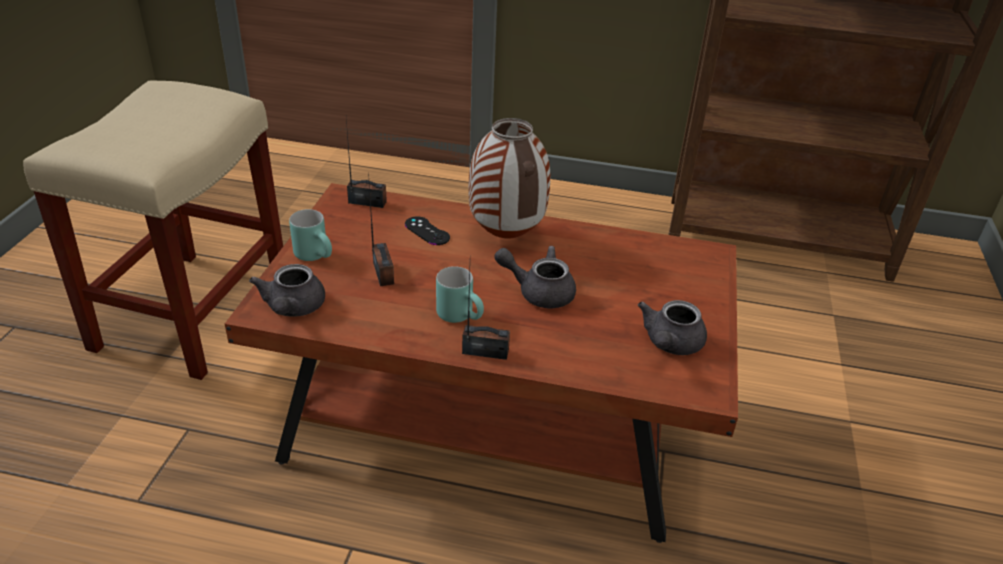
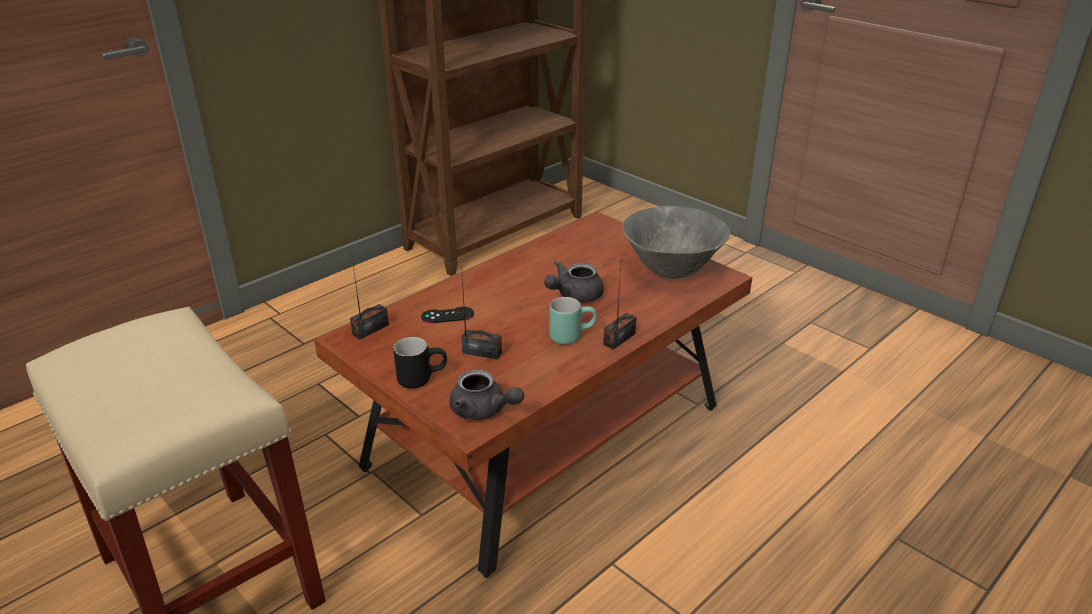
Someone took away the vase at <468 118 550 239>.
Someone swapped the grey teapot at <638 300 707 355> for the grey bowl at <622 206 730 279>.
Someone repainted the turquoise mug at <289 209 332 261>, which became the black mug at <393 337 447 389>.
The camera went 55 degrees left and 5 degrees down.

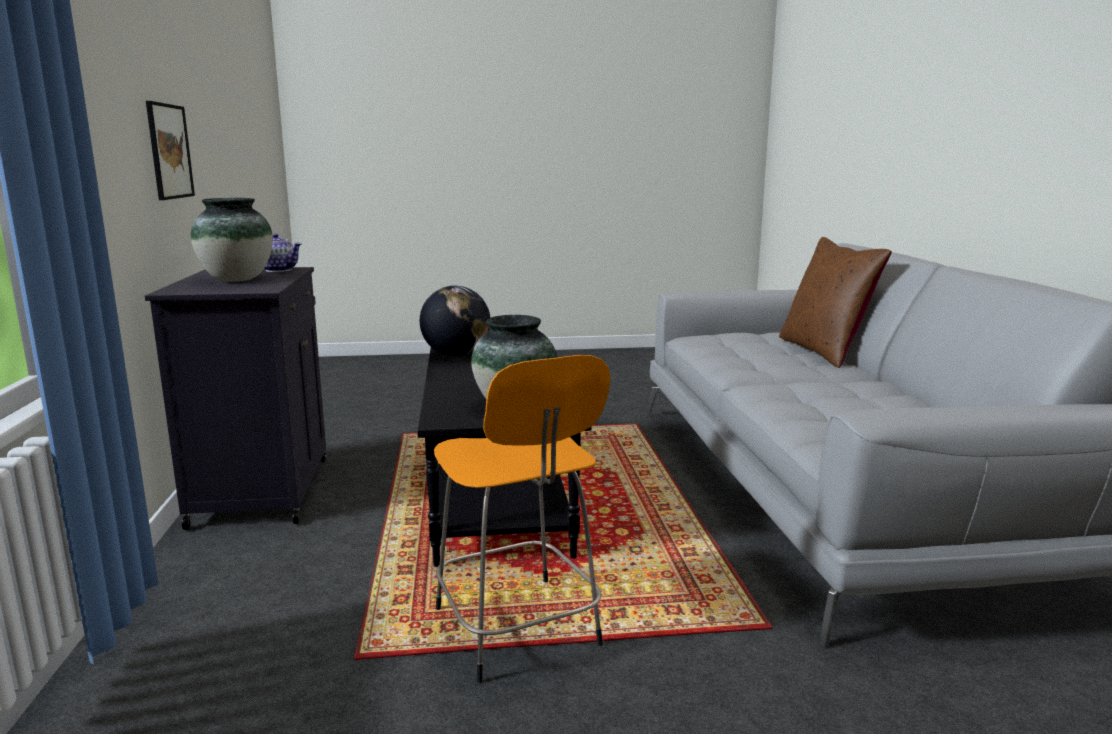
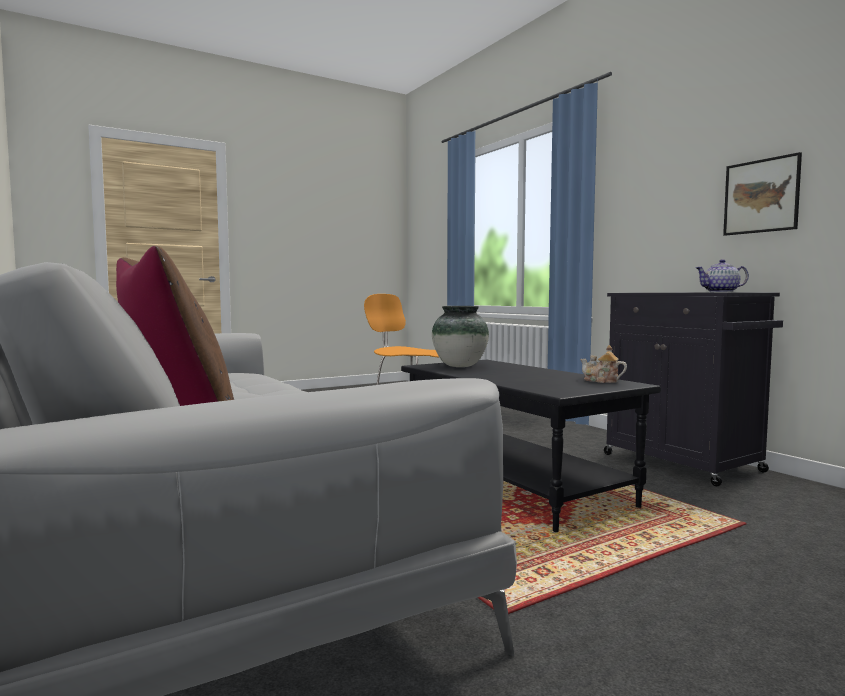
Someone took away the vase at <191 198 273 282>.
Someone swapped the globe at <420 286 490 357> for the teapot at <580 345 627 383>.
The camera went 155 degrees right and 10 degrees down.

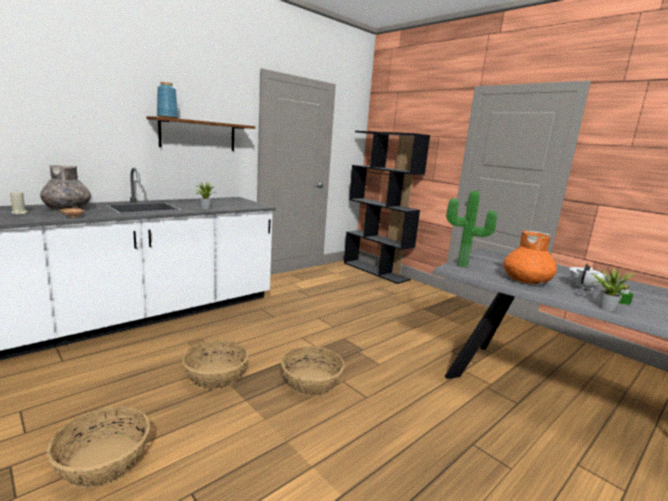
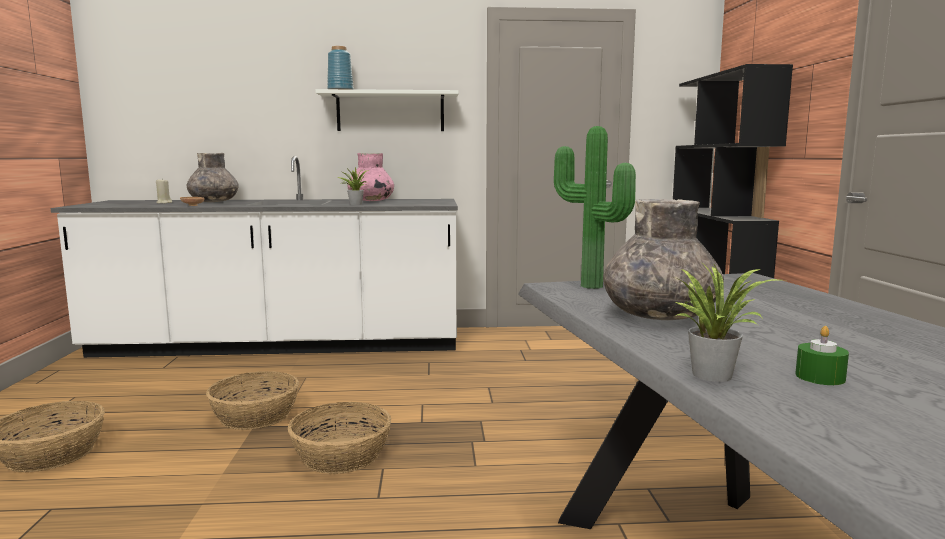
Someone took away the white teapot at <569 264 606 290>.
Someone put down the pink vase at <347 153 394 201>.
Someone repainted the brown shelf at <146 116 255 151>, which became the white shelf at <316 89 459 131>.
Someone repainted the orange vase at <503 231 557 284>, which became the grey vase at <603 199 724 320>.
The camera went 40 degrees right and 5 degrees down.

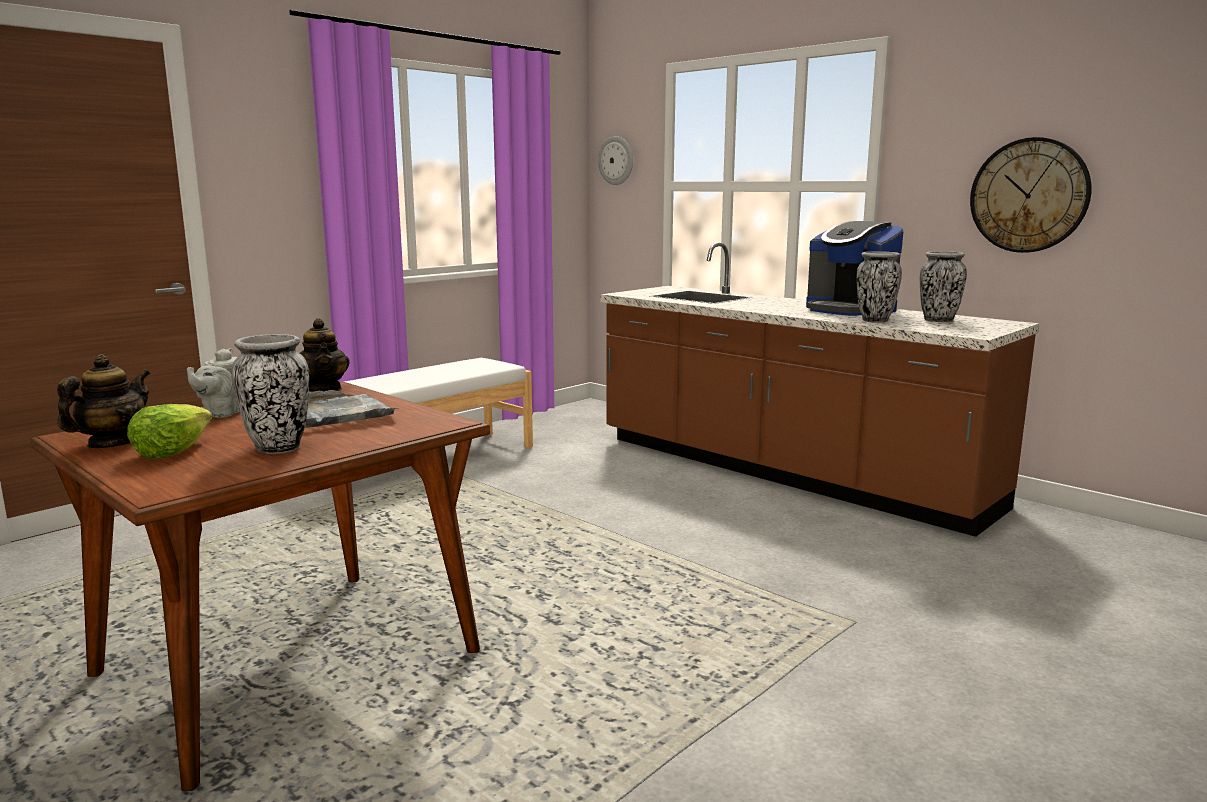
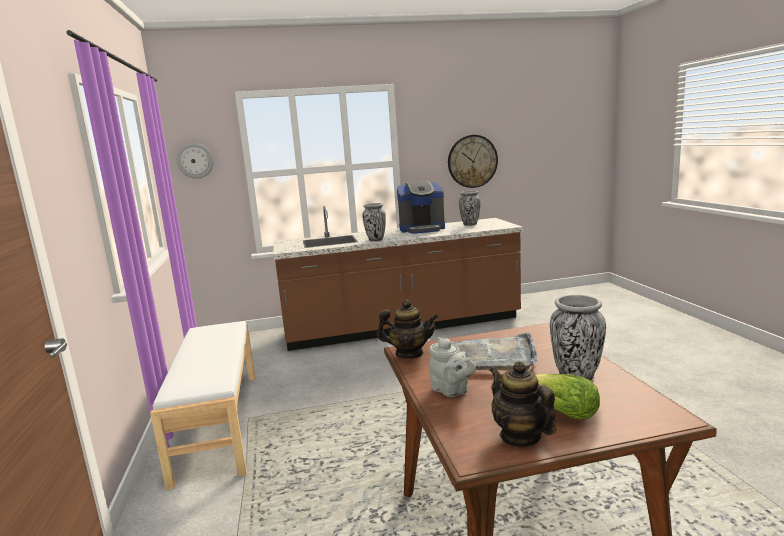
Someone carried the vase from <856 251 902 323> to <362 203 386 242>.
The camera went 55 degrees left and 0 degrees up.

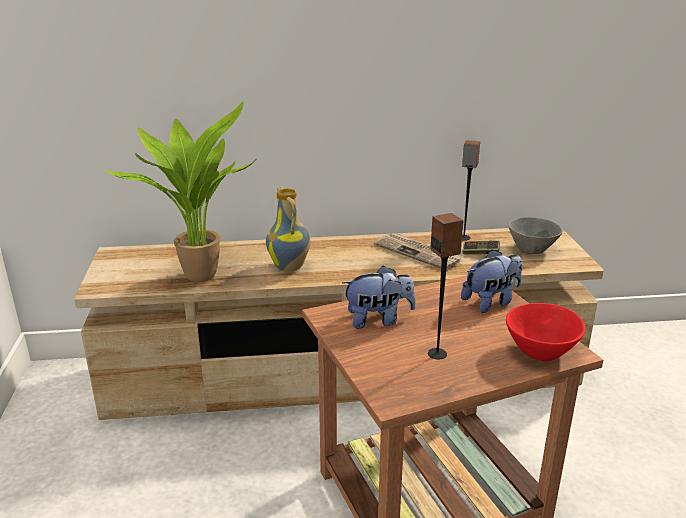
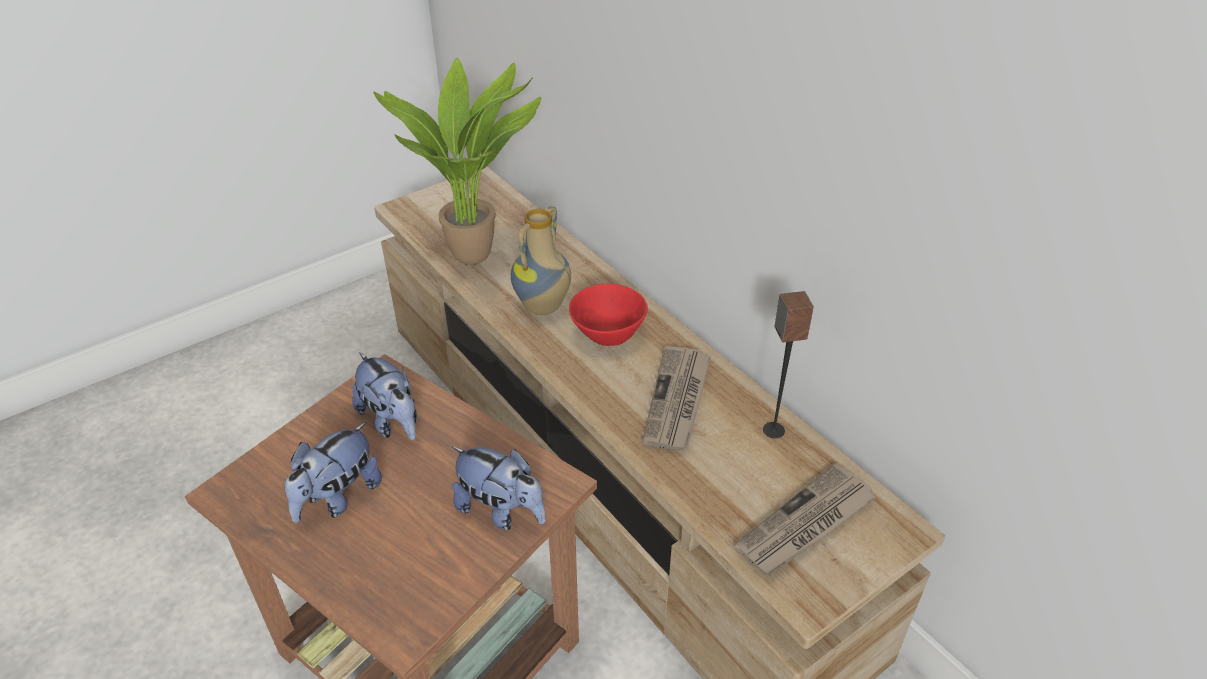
Someone took away the game controller at <463 241 500 254>.
Someone carried the red bowl from <506 303 585 361> to <569 284 648 346>.
Someone swapped the speaker at <428 213 464 359> for the plush toy at <284 423 382 523>.
Someone swapped the grey bowl at <508 217 563 254> for the newspaper at <734 463 876 576>.
The camera went 60 degrees right and 15 degrees up.

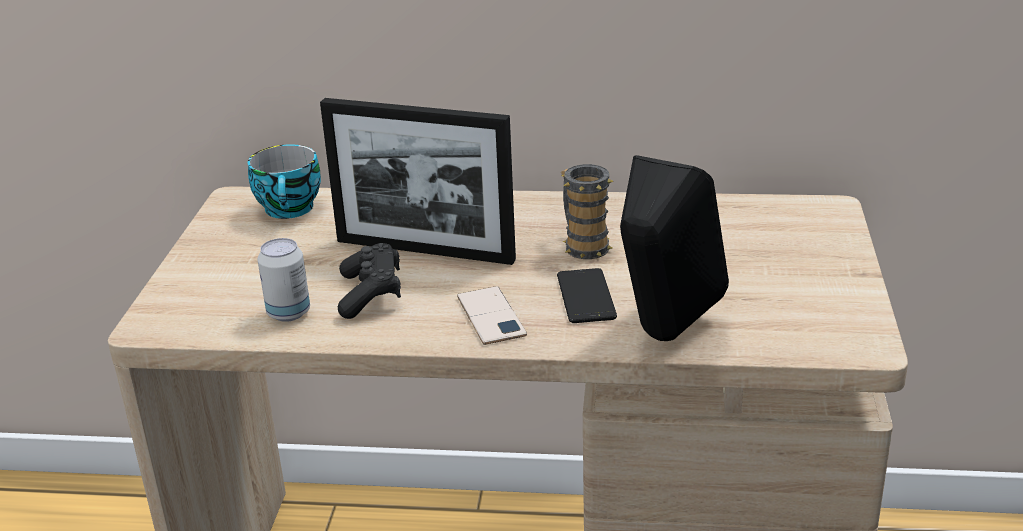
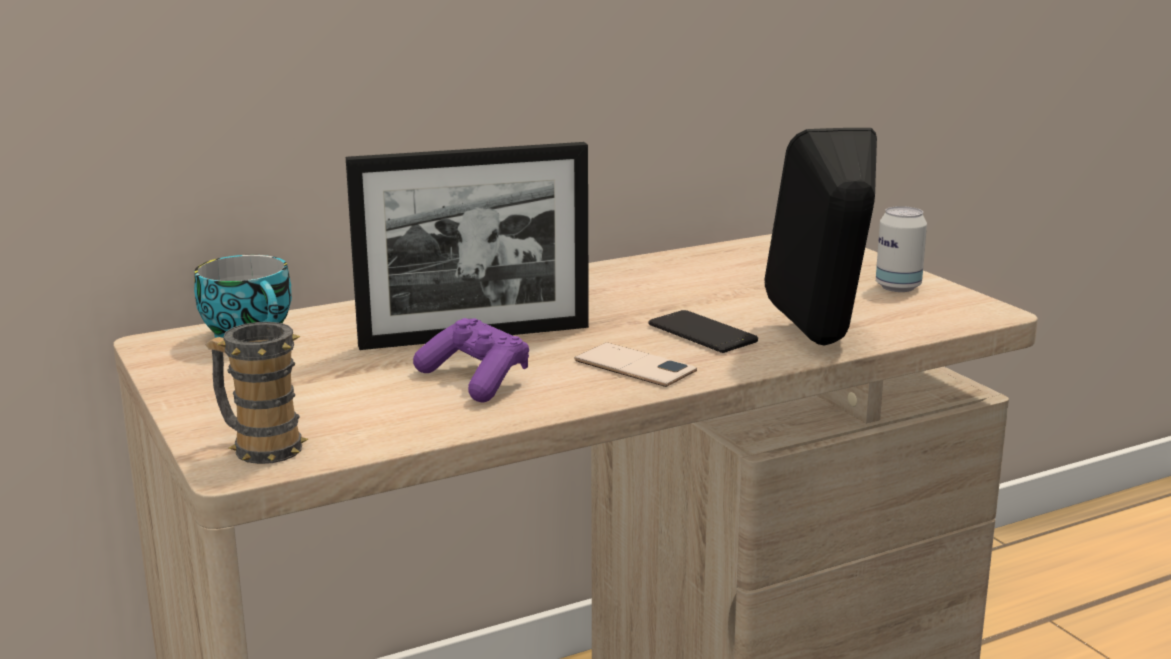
Someone carried the can from <257 238 310 322> to <876 206 927 292>.
Someone carried the mug from <561 164 614 259> to <205 322 308 464>.
Someone repainted the black game controller at <338 243 401 319>, which became the purple game controller at <413 318 529 402>.
The camera went 35 degrees left and 10 degrees down.

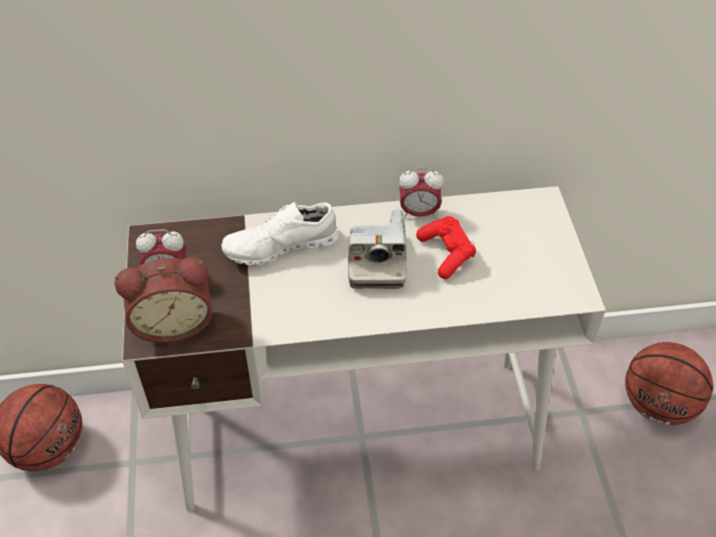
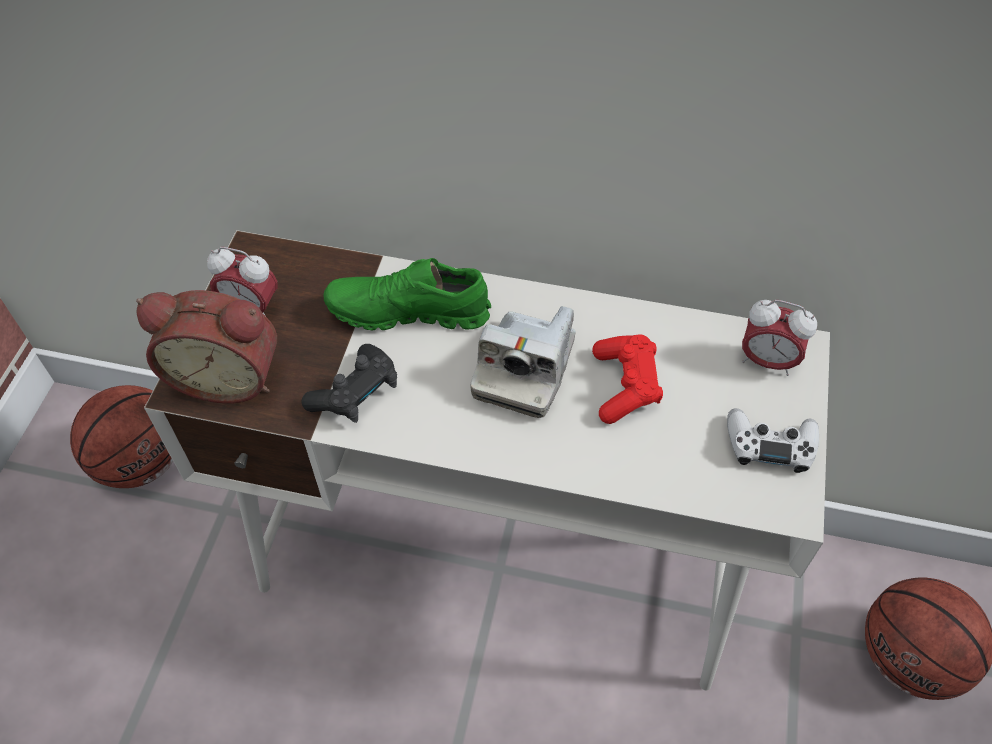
Someone put down the black game controller at <302 344 397 423>.
Someone put down the white game controller at <727 408 819 473>.
Someone carried the alarm clock from <399 168 444 219> to <742 300 817 376>.
Someone repainted the white shoe at <221 202 339 265>, which became the green shoe at <323 258 491 330>.
The camera went 20 degrees right and 5 degrees up.

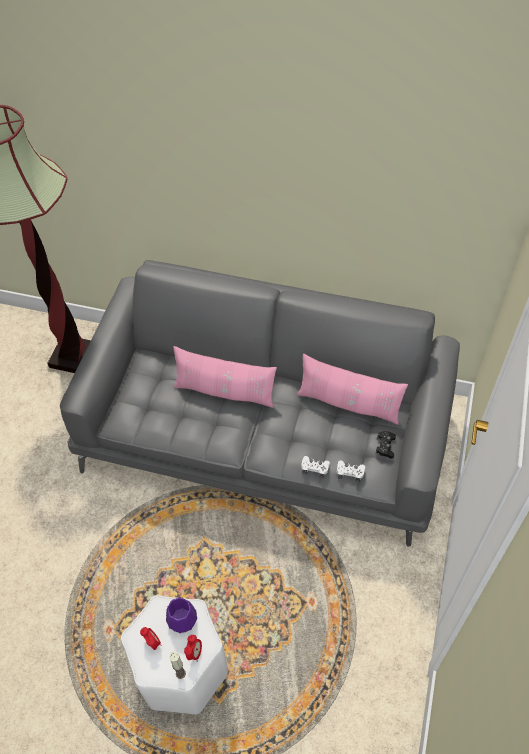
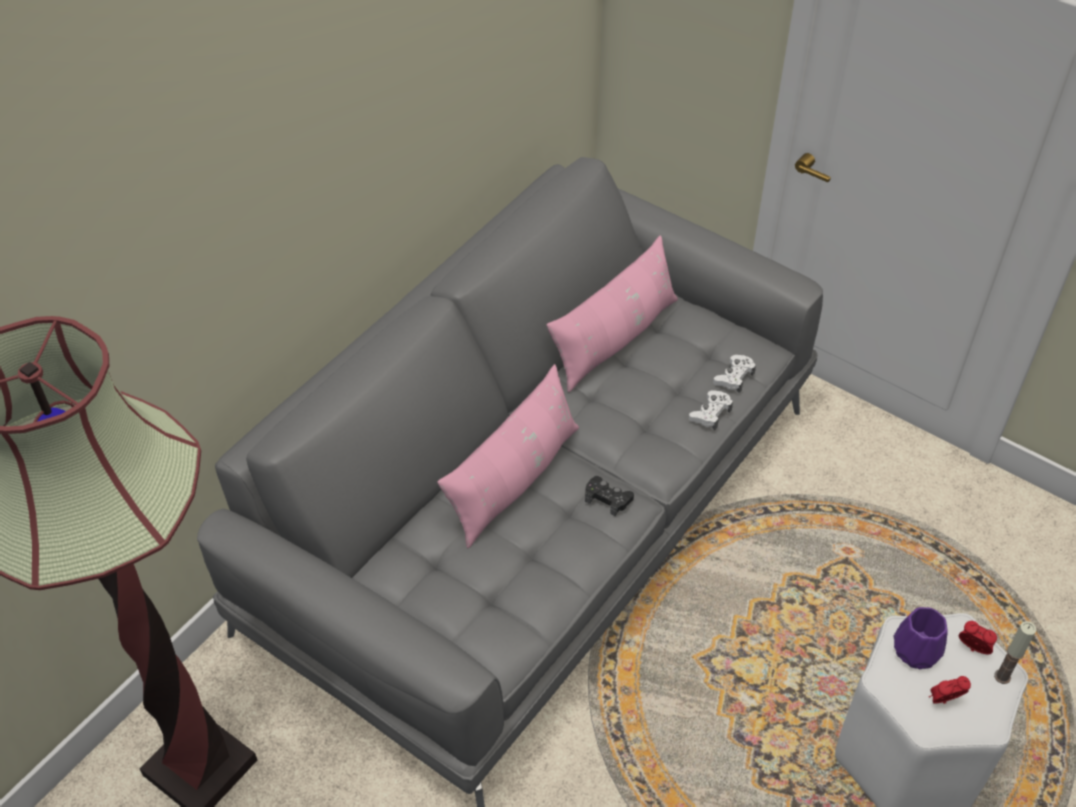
Someone carried the black game controller from <376 431 396 458> to <585 476 634 516>.
The camera went 70 degrees left and 5 degrees down.

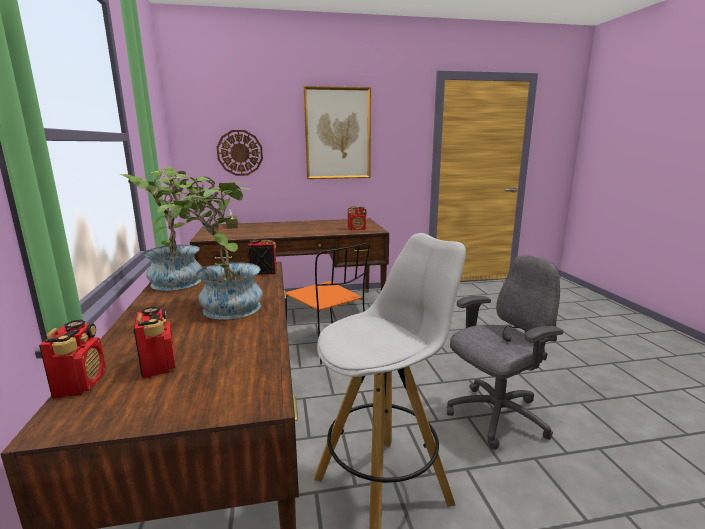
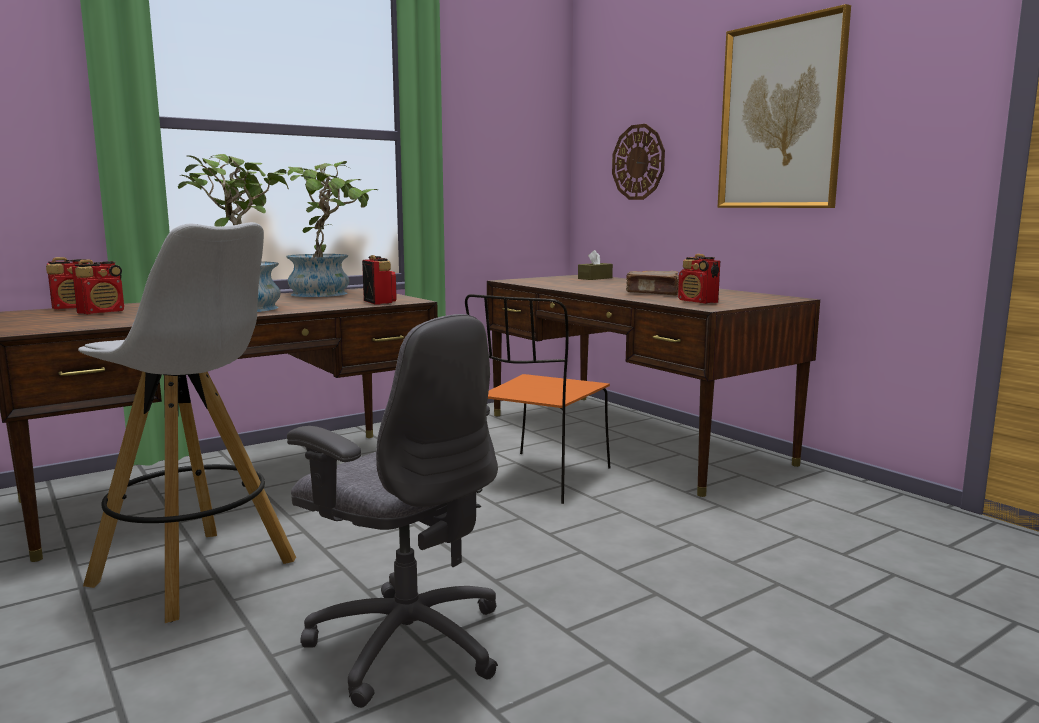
Someone put down the brown book at <626 271 679 296>.
The camera went 65 degrees right and 5 degrees down.

